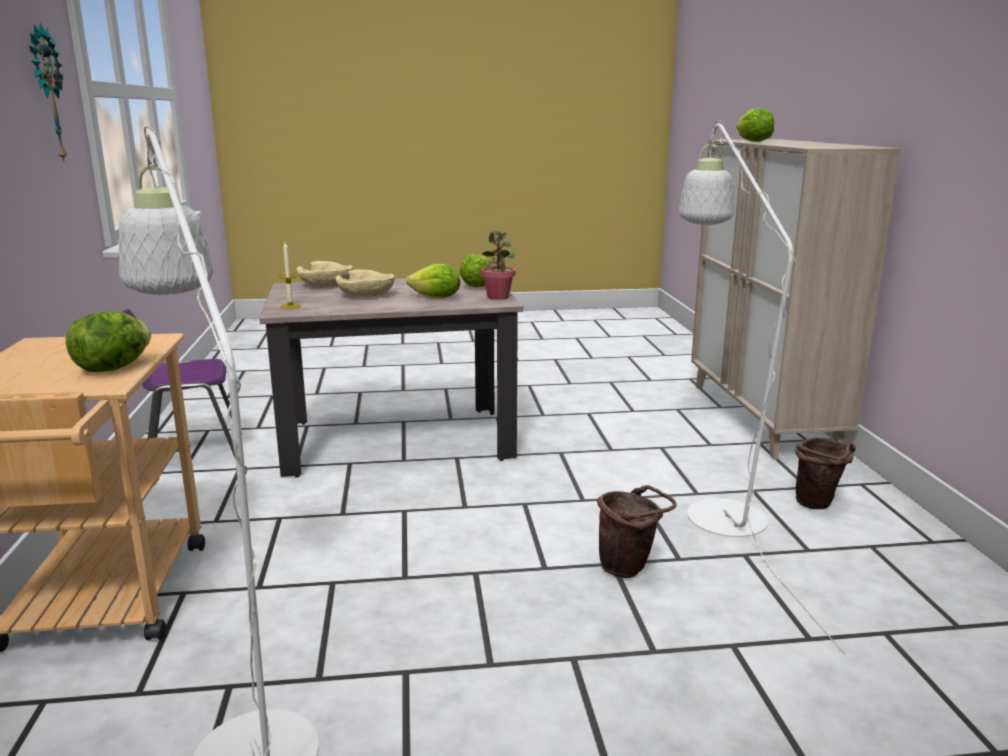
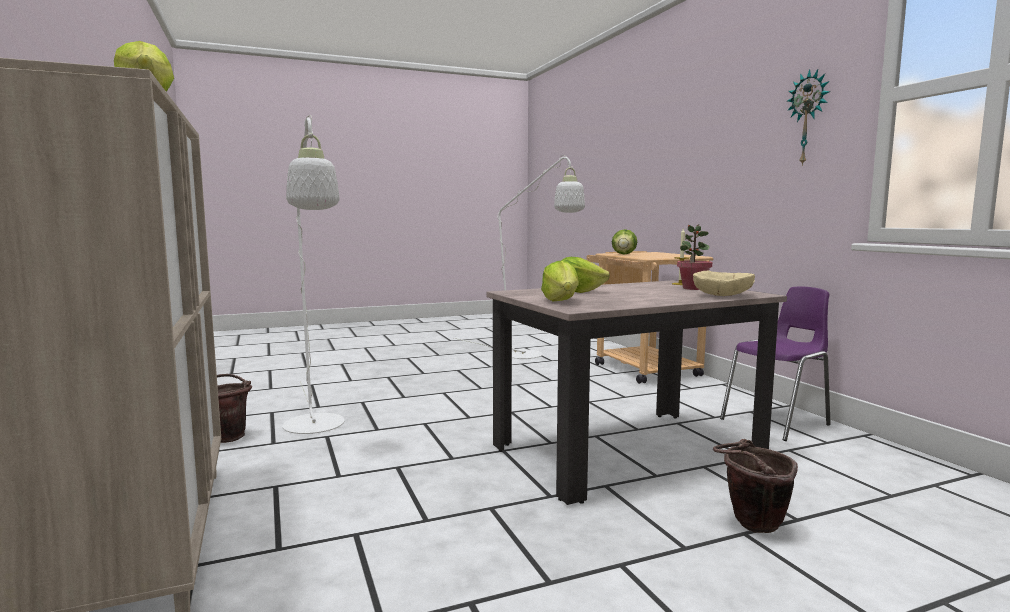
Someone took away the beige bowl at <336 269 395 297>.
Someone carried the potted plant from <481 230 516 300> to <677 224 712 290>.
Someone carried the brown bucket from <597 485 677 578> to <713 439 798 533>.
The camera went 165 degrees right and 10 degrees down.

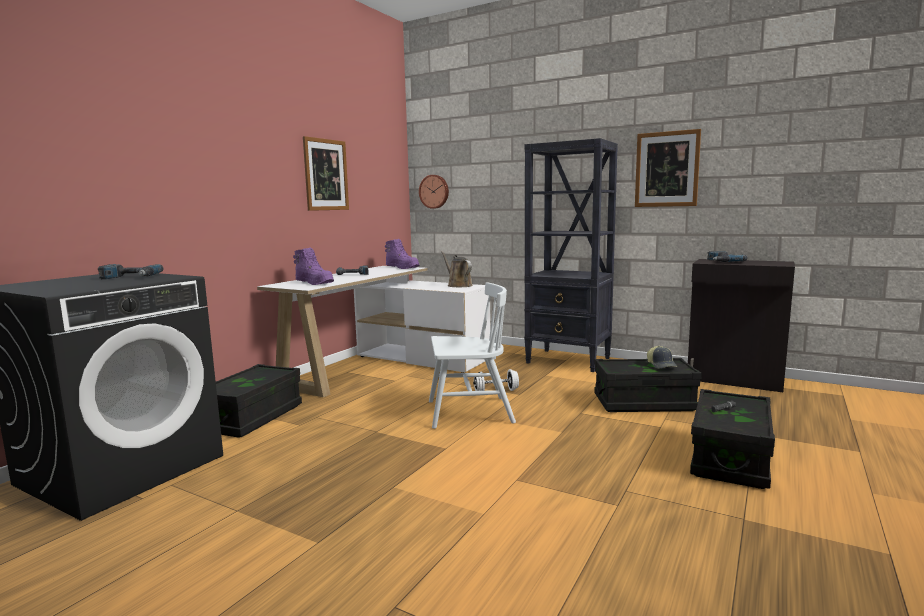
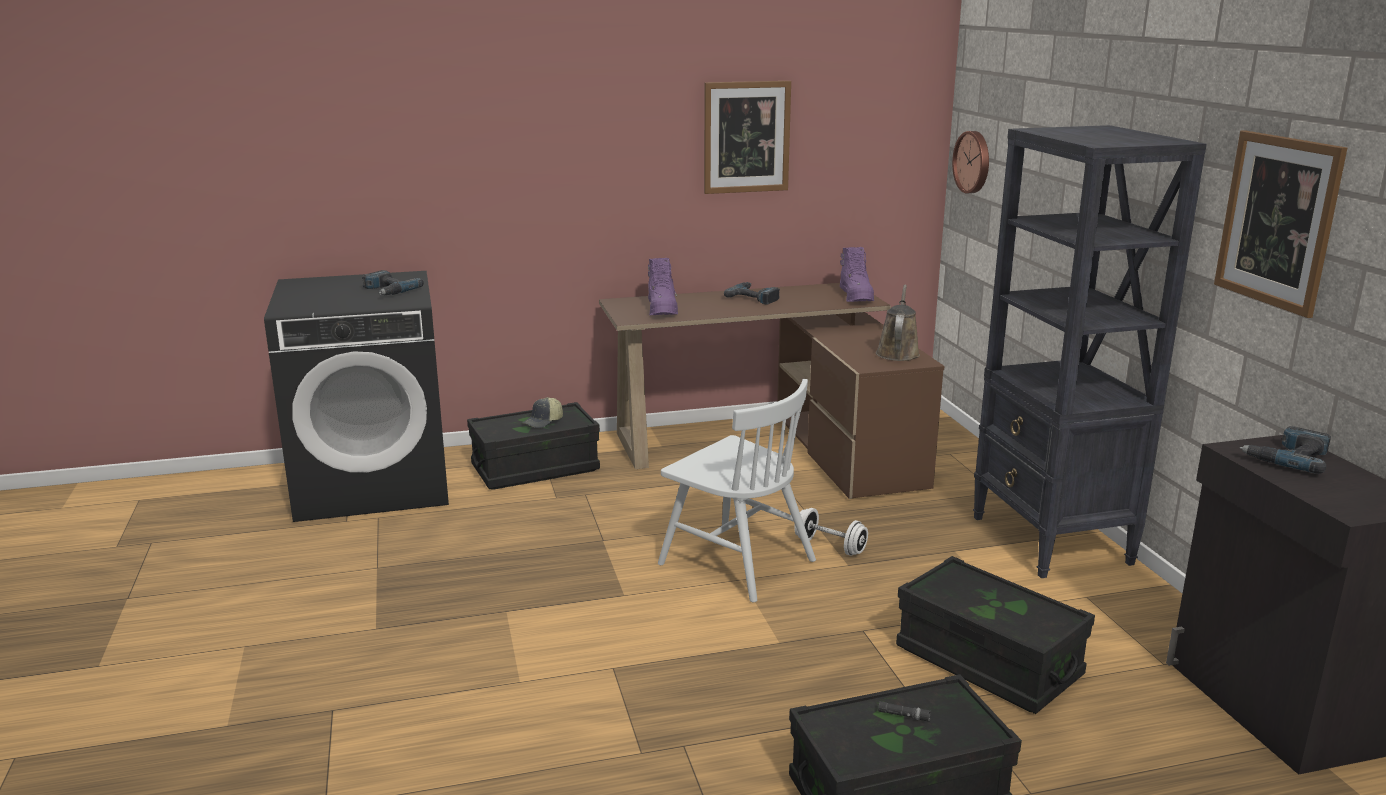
Someone carried the cap from <647 346 677 369> to <521 397 563 428>.
Someone repainted the white desk at <257 266 490 397>, which became the brown desk at <599 283 944 499>.
The camera went 45 degrees right and 10 degrees up.

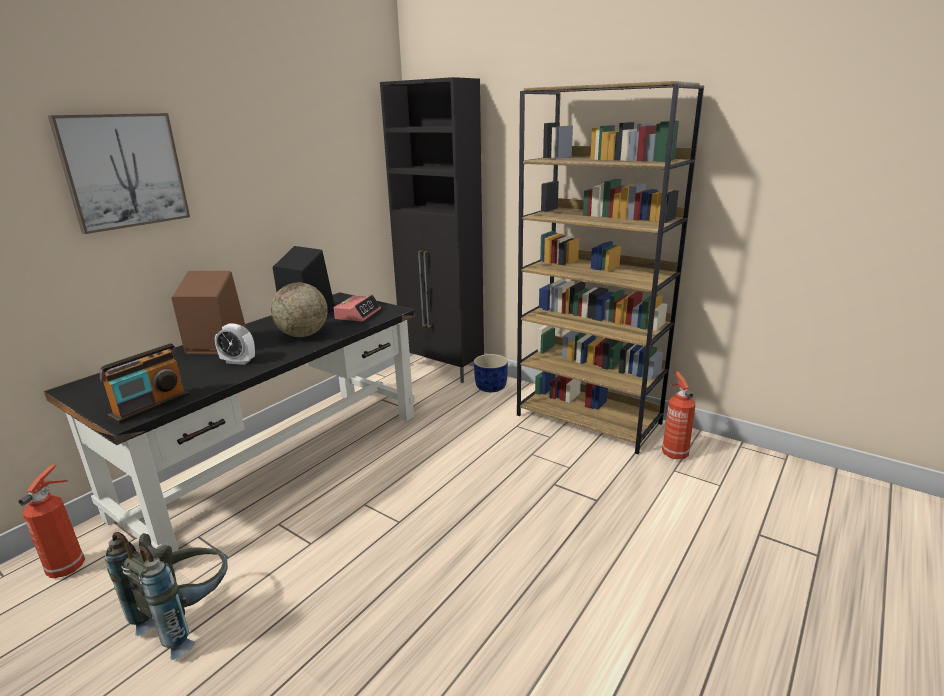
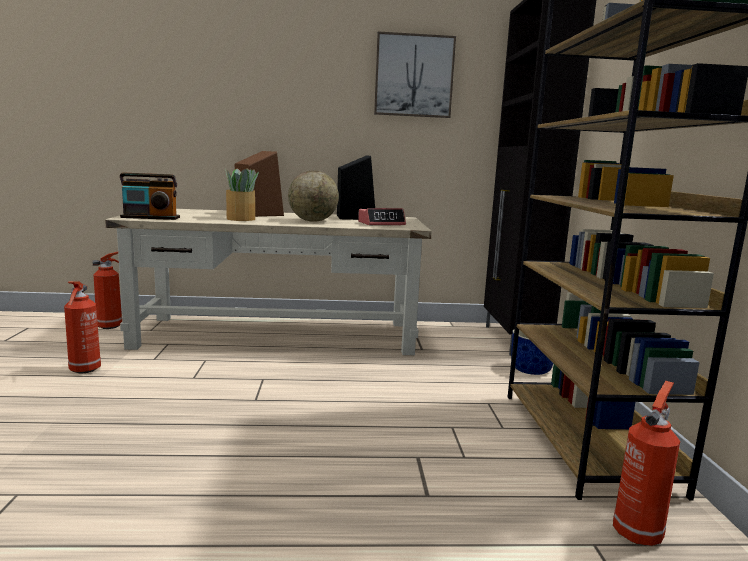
Someone carried the picture from <48 113 190 234> to <374 31 456 118>.
Someone swapped the grey backpack at <105 532 228 660> for the fire extinguisher at <64 282 101 374>.
Someone swapped the alarm clock at <215 323 255 365> for the potted plant at <225 168 259 221>.
Someone repainted the black desk at <44 292 415 569>, which became the beige desk at <105 209 432 355>.
The camera went 50 degrees right and 10 degrees down.

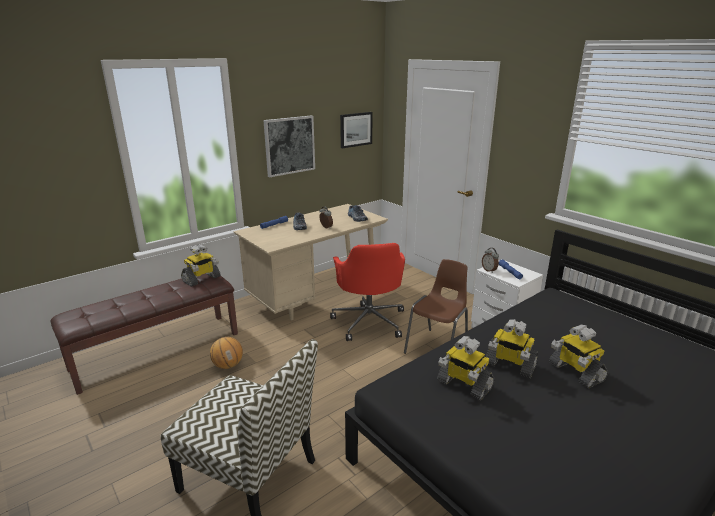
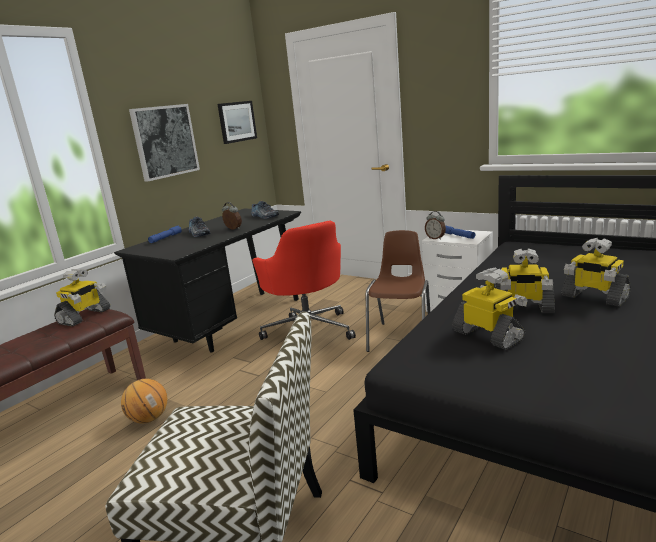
Someone repainted the beige desk at <234 204 388 321>, which became the black desk at <114 208 301 352>.
Someone rotated the toy robot at <437 336 495 401> by 150 degrees counterclockwise.
The camera went 15 degrees left and 5 degrees down.

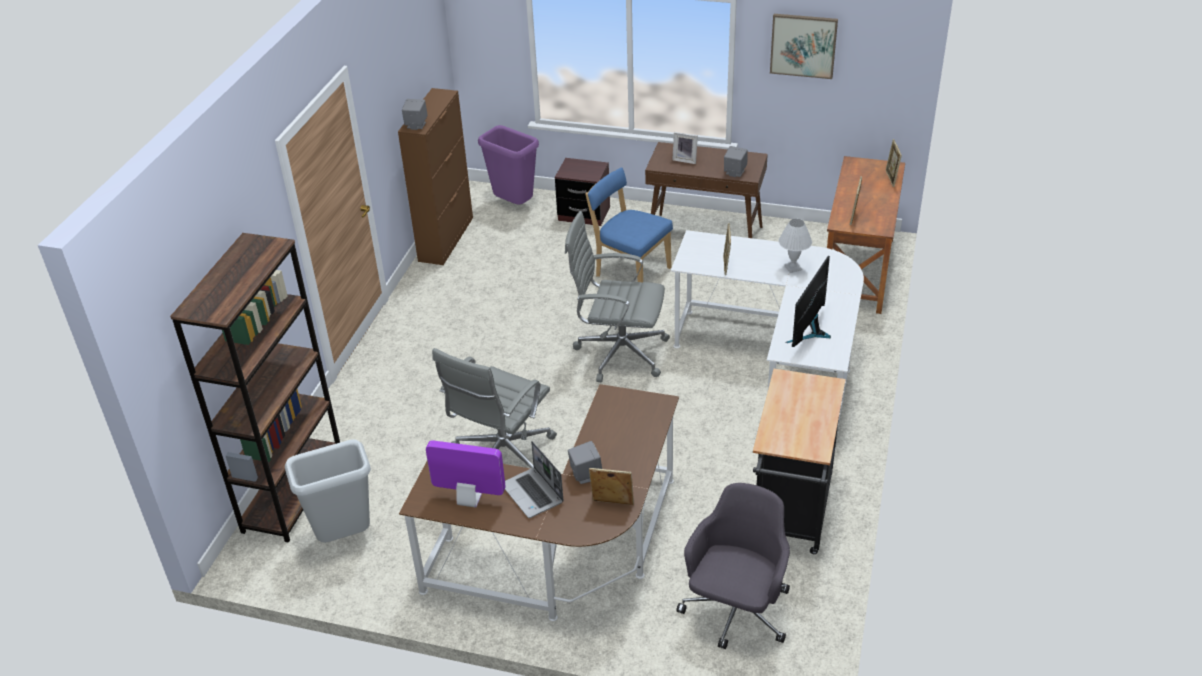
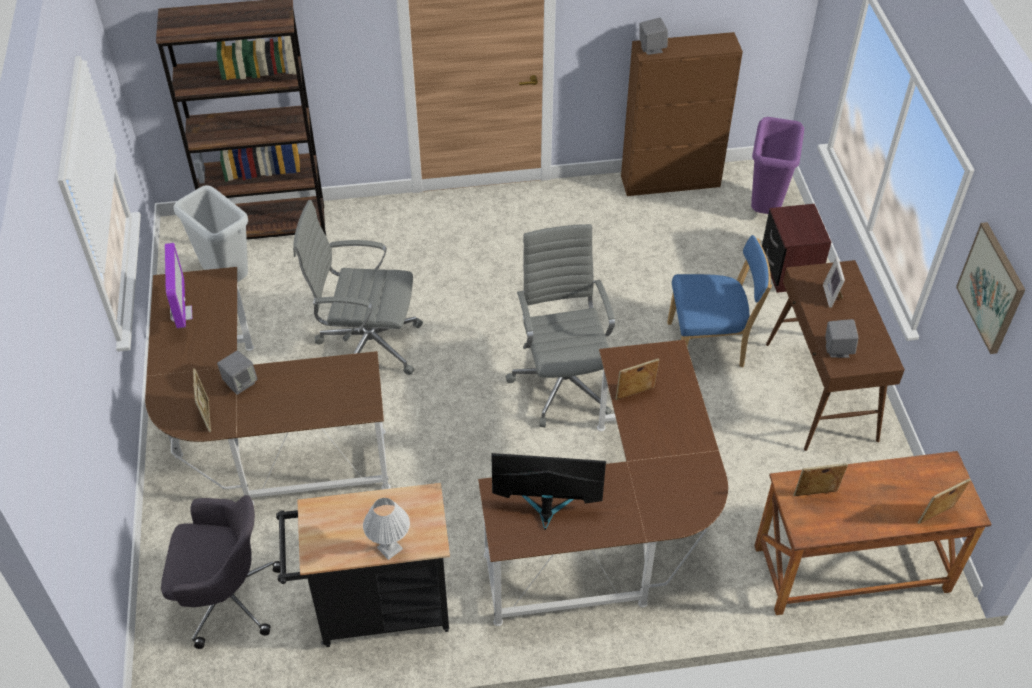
Someone took away the laptop at <505 441 564 518>.
Someone carried the white table lamp from <779 219 812 273> to <363 498 410 560>.
Someone repainted the white desk at <671 230 864 450>, which became the brown desk at <478 340 728 626>.
Someone rotated the blue chair at <585 168 673 283> by 75 degrees clockwise.
The camera went 65 degrees right and 10 degrees up.

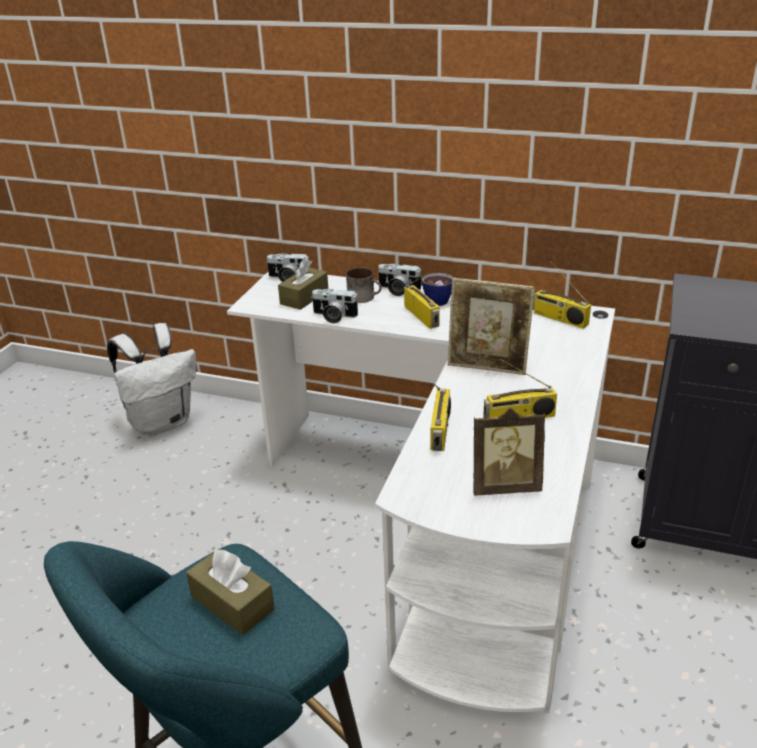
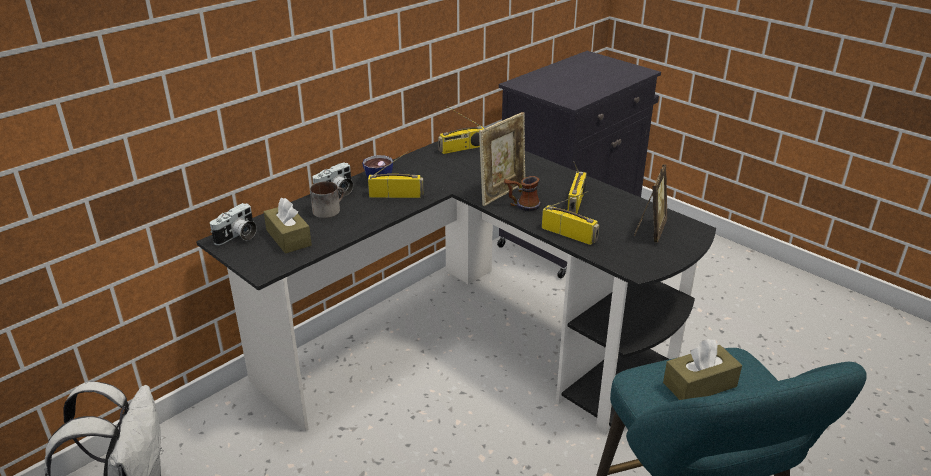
Someone took away the photo camera at <311 289 359 323>.
Someone put down the mug at <504 176 541 211>.
Someone repainted the white desk at <227 272 615 713>, which became the black desk at <196 141 716 434>.
The camera went 65 degrees left and 0 degrees up.

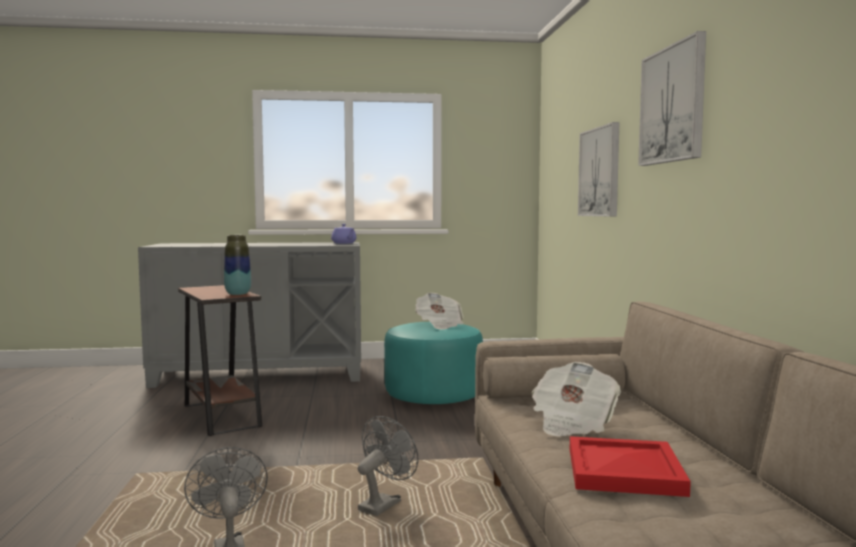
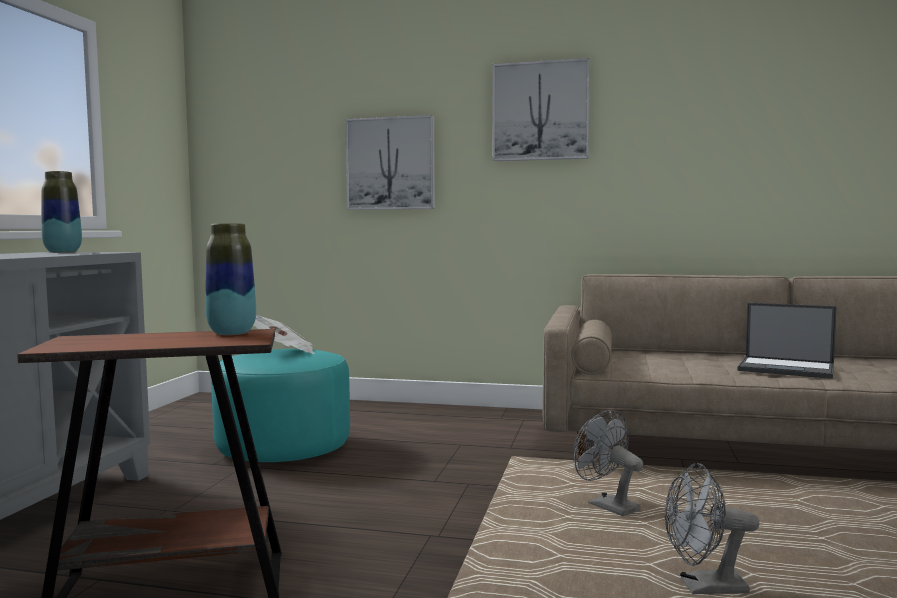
Someone took away the newspaper at <531 362 621 436>.
Someone swapped the purple teapot at <331 224 356 244> for the vase at <41 171 82 253>.
Someone swapped the red tray at <570 436 691 497> for the laptop at <737 303 837 379>.
The camera went 70 degrees left and 0 degrees up.

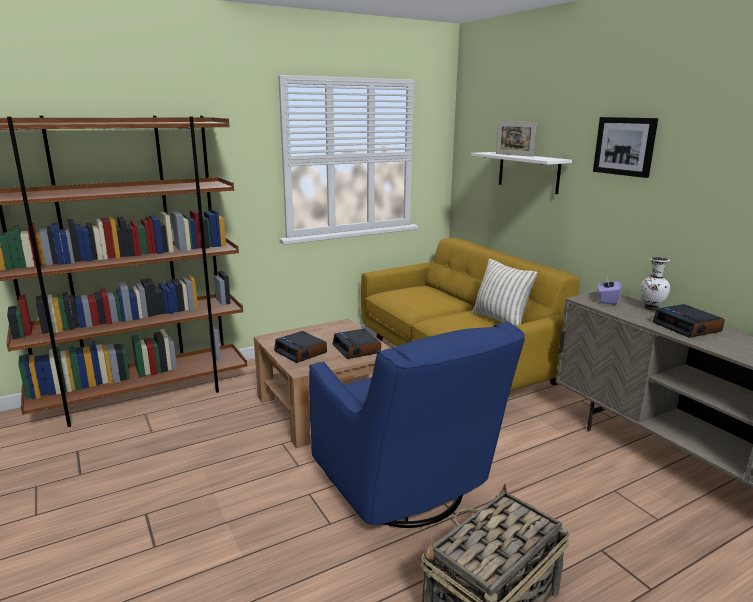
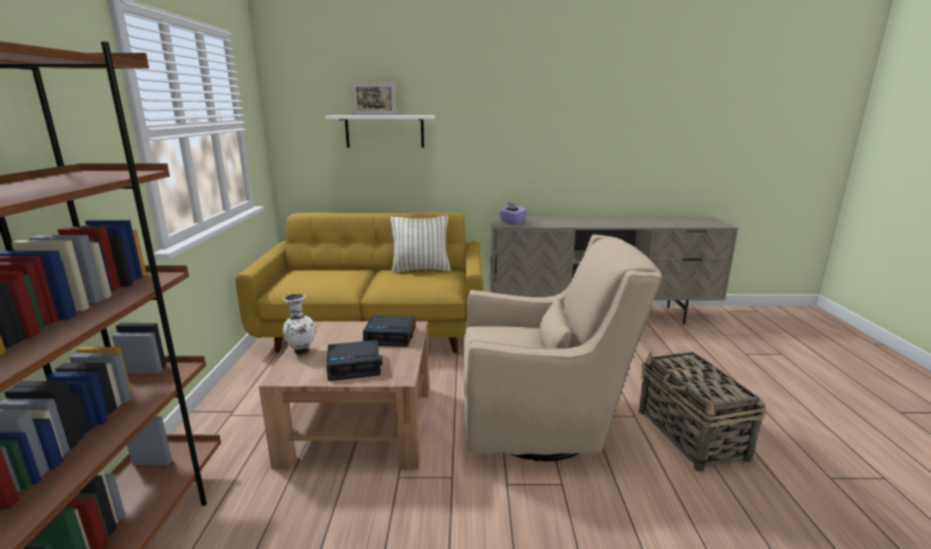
Someone took away the picture at <593 117 658 178>.
Someone took away the alarm clock at <653 304 725 338>.
Someone carried the white vase from <640 257 670 311> to <282 294 315 355>.
Someone repainted the blue armchair at <309 321 525 528>, which became the beige armchair at <463 234 662 461>.
The camera went 60 degrees left and 0 degrees up.

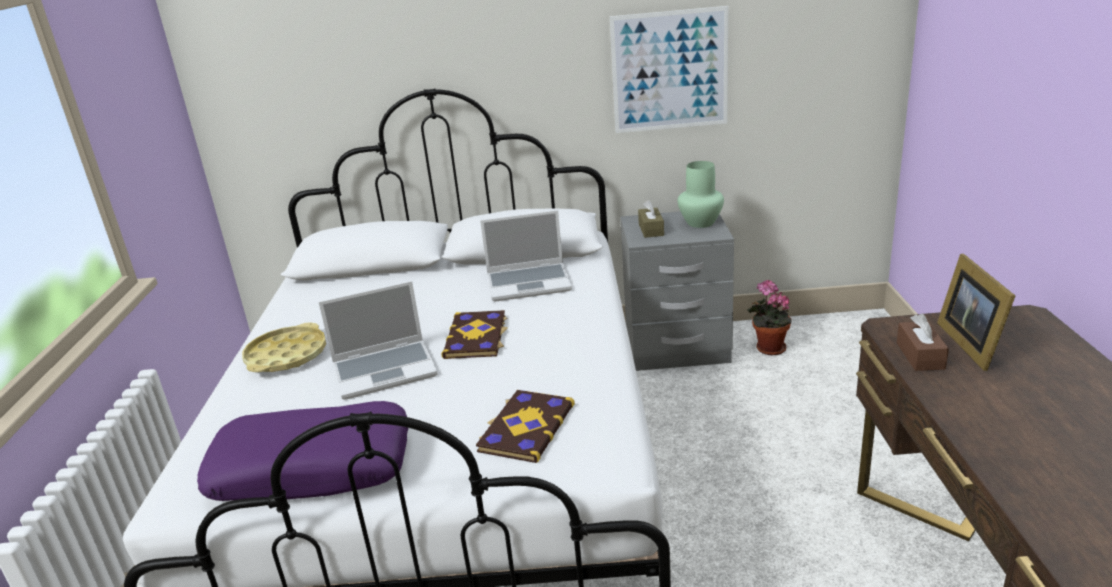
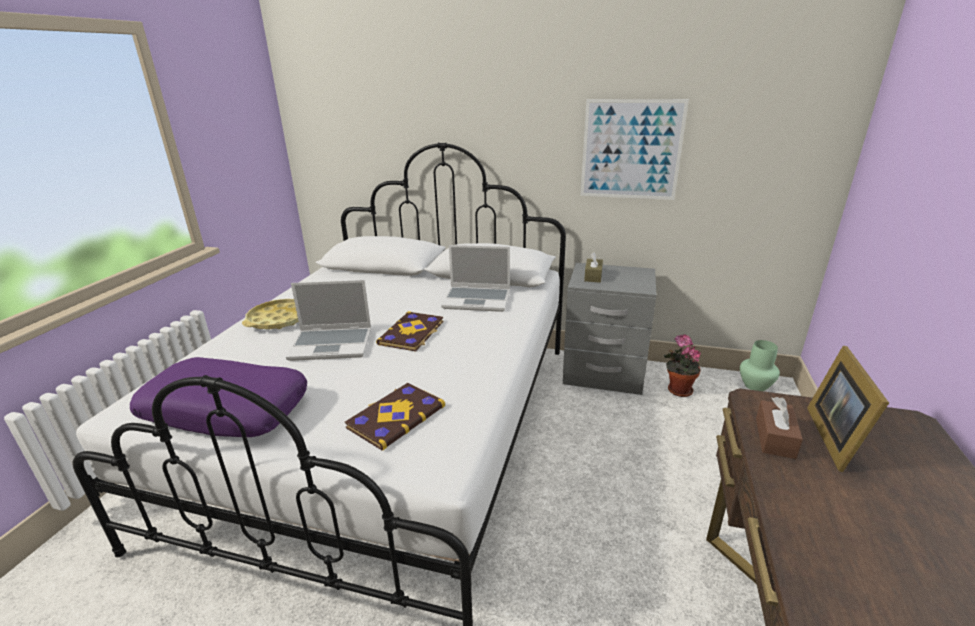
Someone carried the green vase from <678 161 724 228> to <740 340 780 391>.
The camera went 15 degrees right and 0 degrees up.

